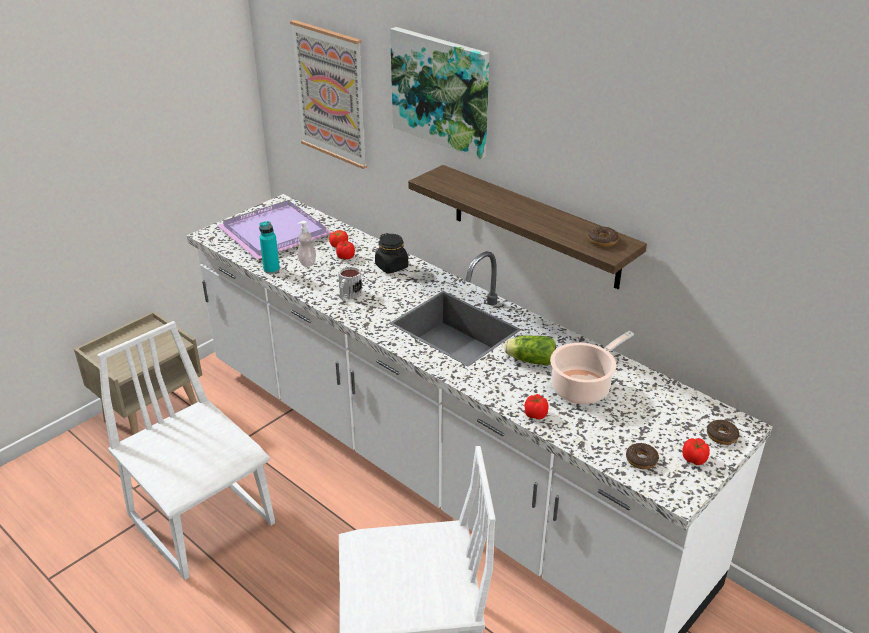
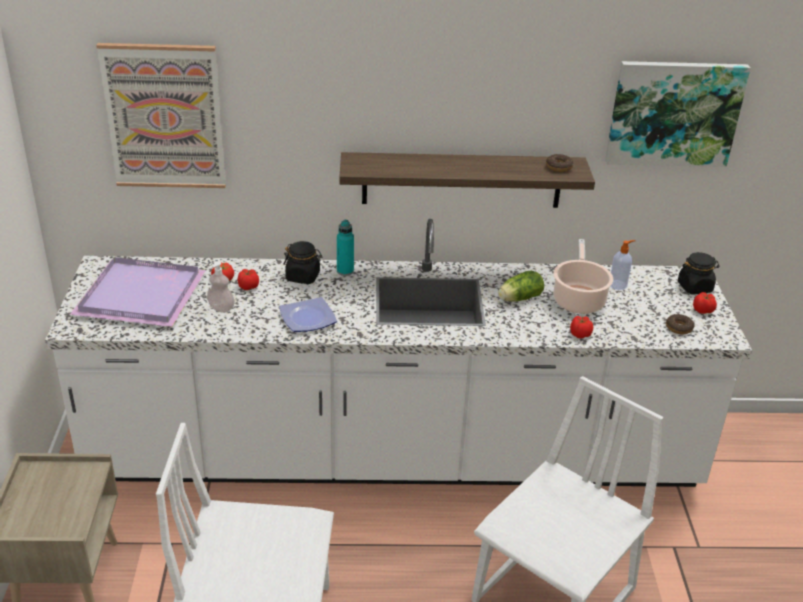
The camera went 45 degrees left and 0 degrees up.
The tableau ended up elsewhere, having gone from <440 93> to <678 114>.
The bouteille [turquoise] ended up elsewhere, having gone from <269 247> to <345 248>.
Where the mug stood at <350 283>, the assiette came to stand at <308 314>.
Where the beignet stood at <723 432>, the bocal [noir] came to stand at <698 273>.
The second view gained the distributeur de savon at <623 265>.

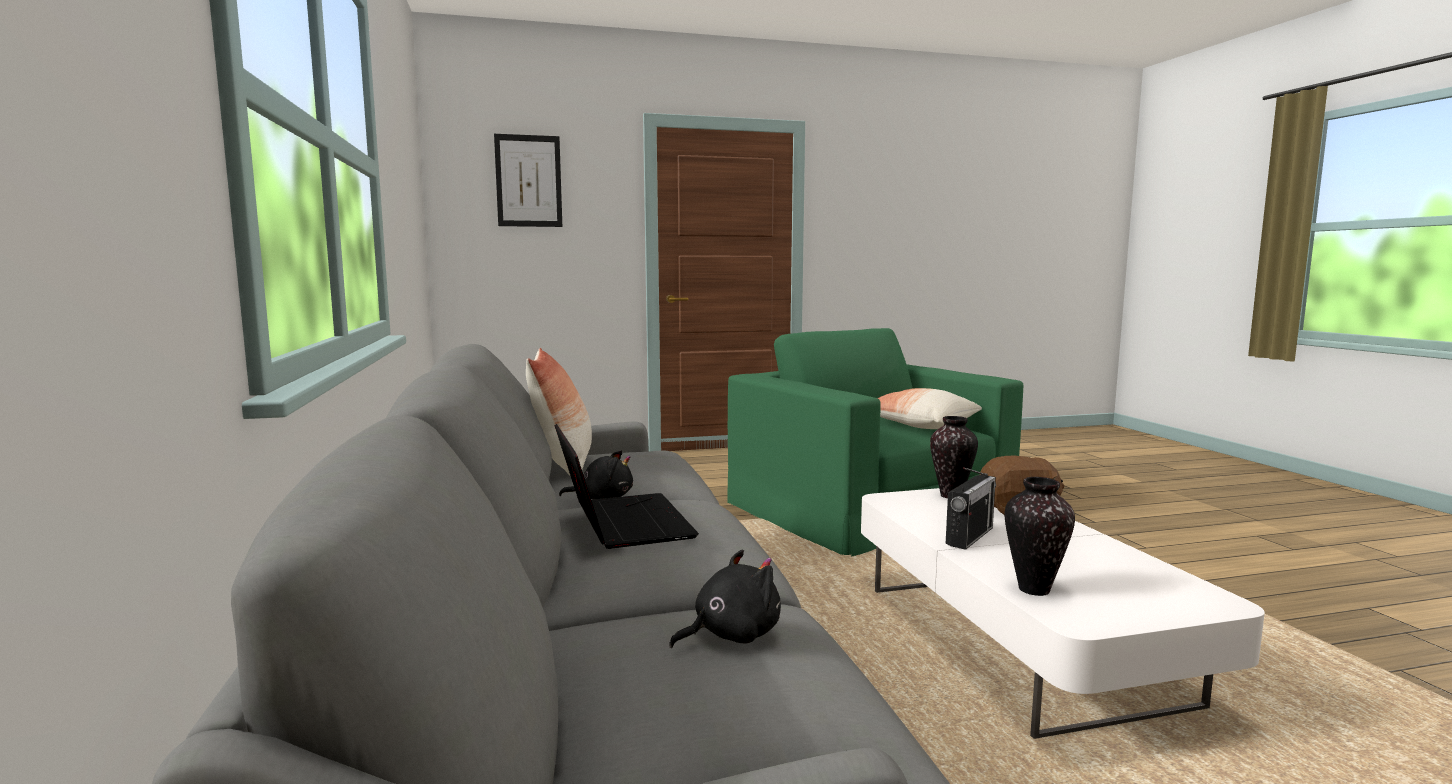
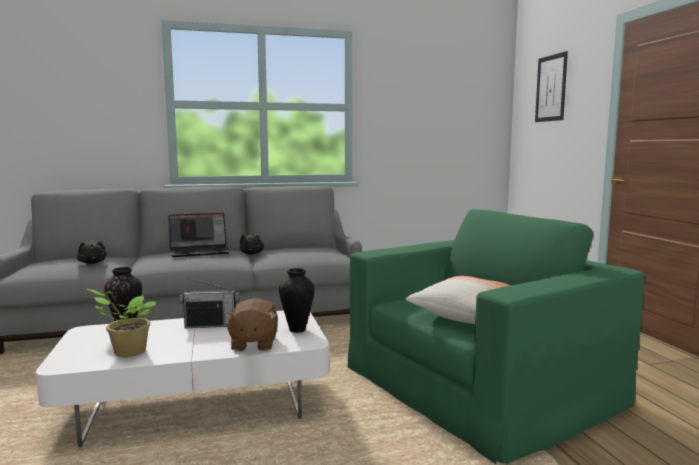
The camera went 90 degrees right and 0 degrees up.
The second view lost the coussin at <559 412>.
The radio at <971 508> ended up facing another way, 45 degrees counterclockwise from before.
The second view gained the plante en pot at <121 323>.

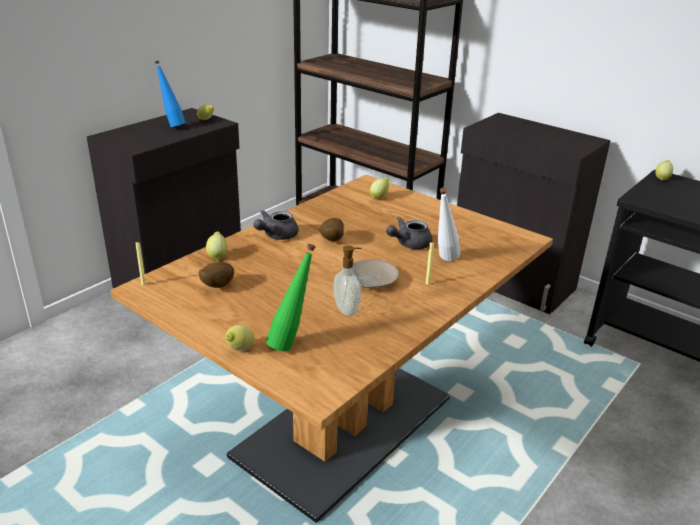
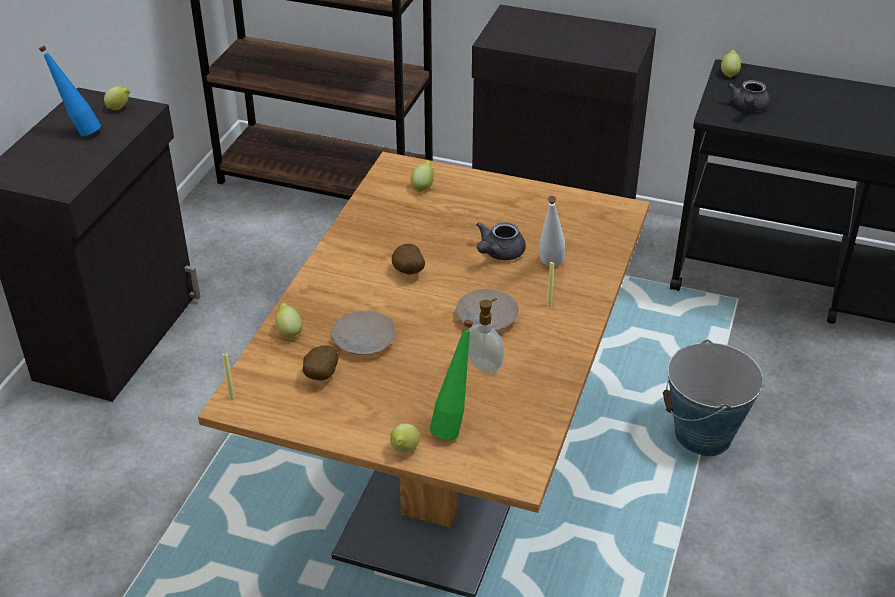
The camera went 20 degrees left and 10 degrees up.
The théière [gris] ended up elsewhere, having gone from <276 225> to <748 95>.
The second view gained the assiette [beige] at <364 333>.
The second view gained the seau at <713 398>.

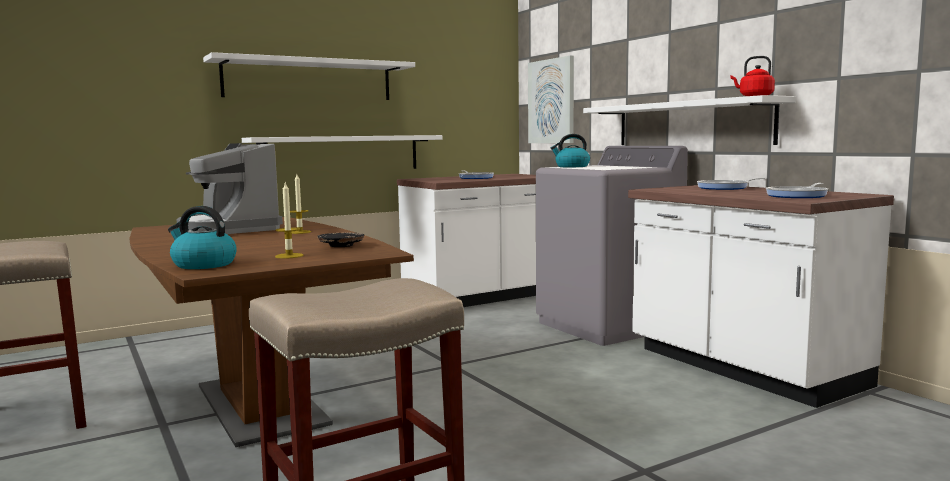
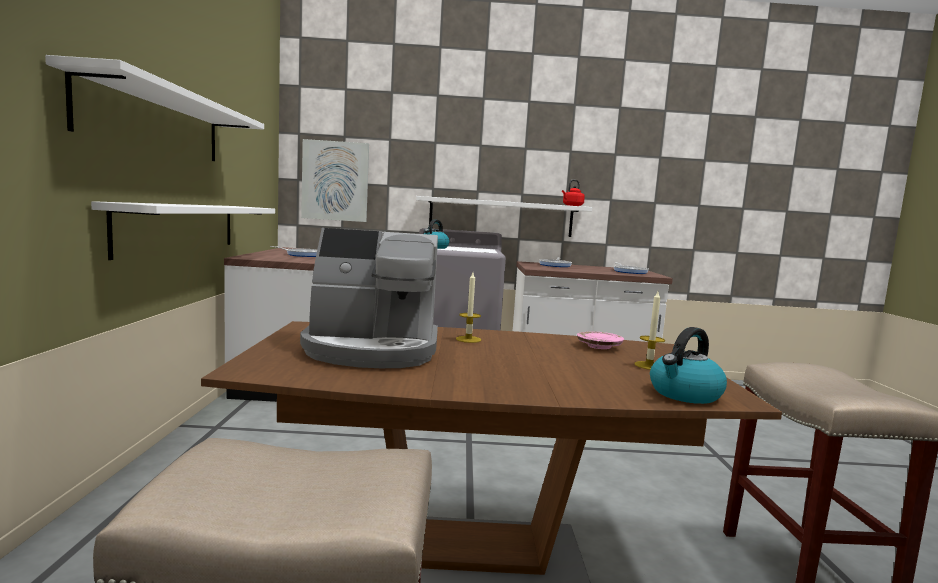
The camera went 60 degrees left and 0 degrees up.
What was the assiette [noir] at <340 239> turned into the assiette [rose] at <600 340>.

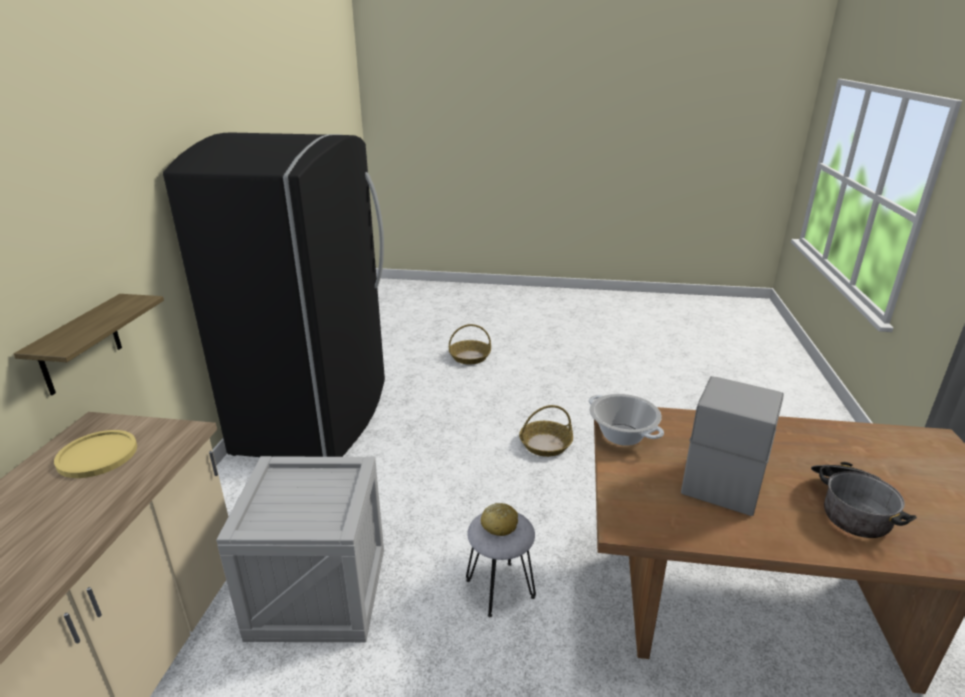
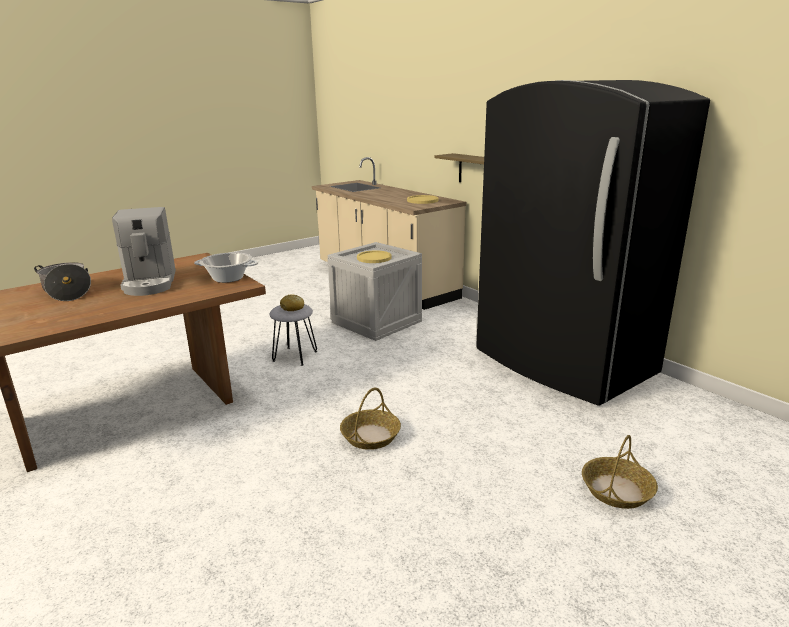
The camera went 135 degrees right and 5 degrees down.
The second view gained the assiette [jaune] at <374 256>.

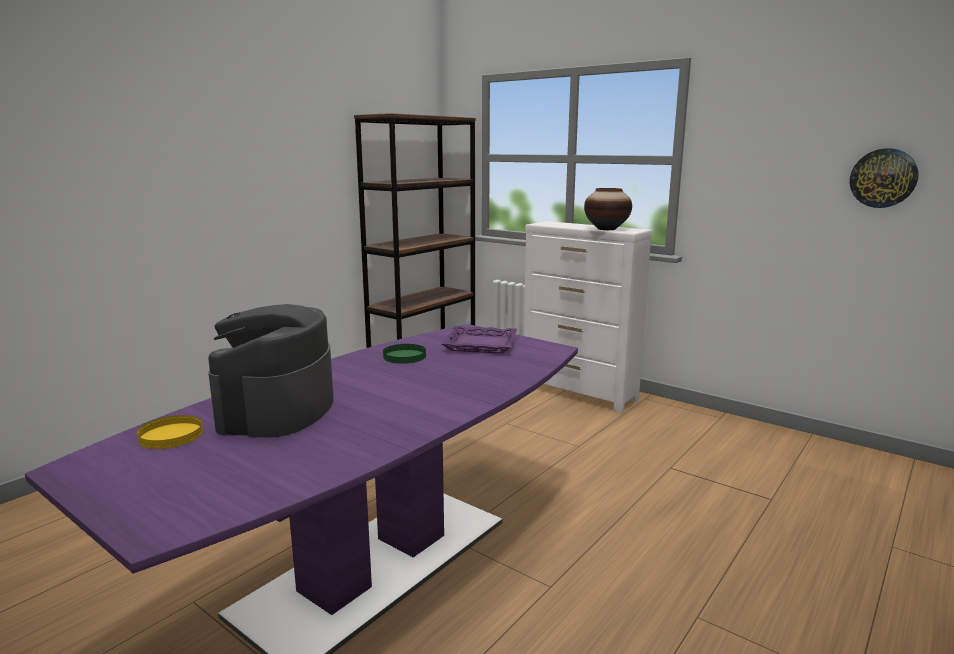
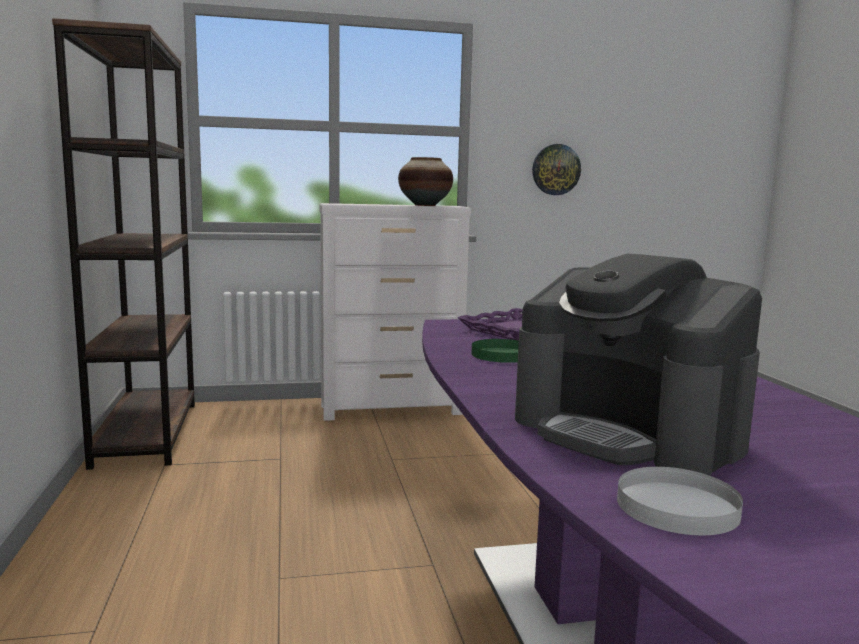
The camera went 50 degrees left and 5 degrees down.
The horloge murale ended up elsewhere, having gone from <884 178> to <556 169>.
What was the assiette [jaune] at <170 432> turned into the assiette [blanc] at <680 501>.

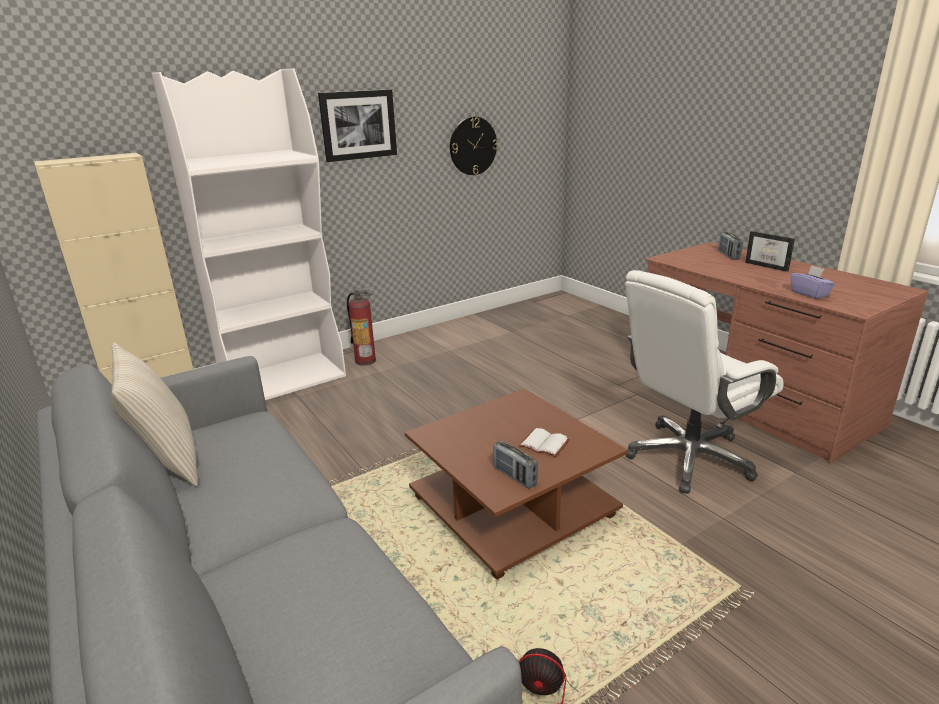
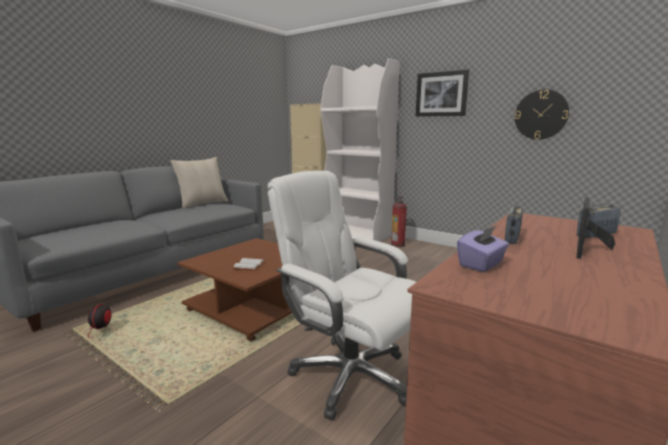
The camera went 70 degrees right and 10 degrees down.
The radio ended up elsewhere, having gone from <515 465> to <514 224>.

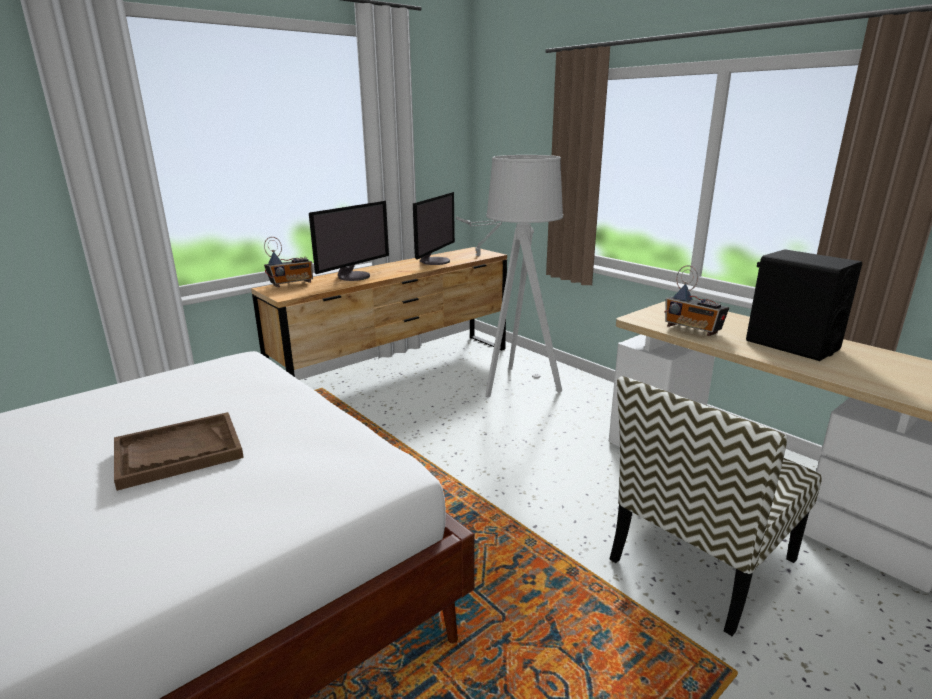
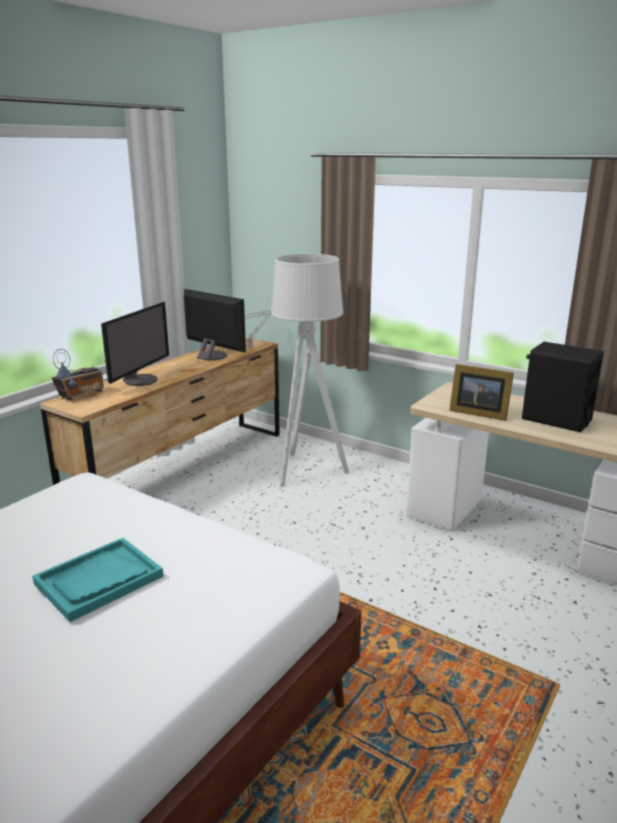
The camera went 15 degrees left and 0 degrees up.
The écran d'ordinateur at <434 228> ended up facing another way, 60 degrees counterclockwise from before.
Where the radio stood at <696 300>, the cadre photo came to stand at <481 392>.
The second view lost the chaise at <716 506>.
What was the plateau [marron] at <179 451> turned into the plateau [turquoise] at <97 580>.

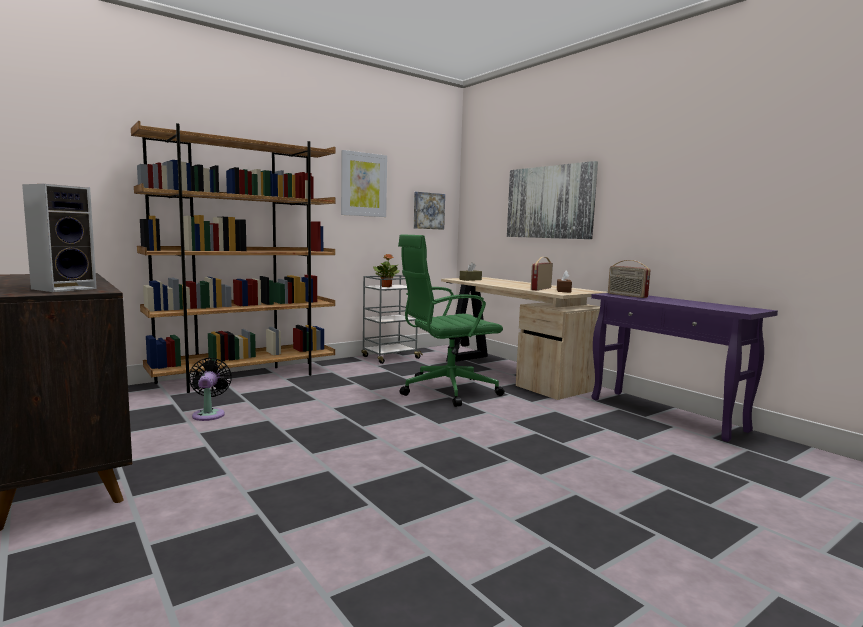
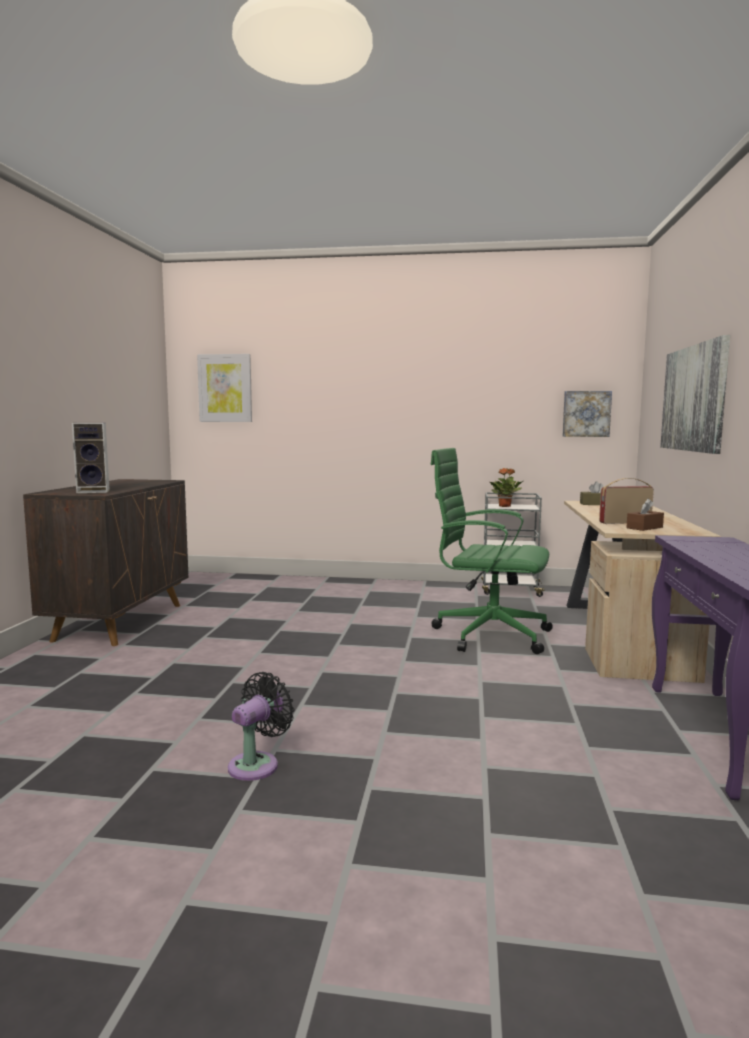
The camera went 45 degrees right and 0 degrees up.
The second view lost the bibliothèque [marron] at <233 257>.
The tableau ended up elsewhere, having gone from <364 183> to <224 388>.
The second view lost the radio at <629 279>.
The ventilateur [noir] ended up elsewhere, having gone from <210 389> to <261 726>.

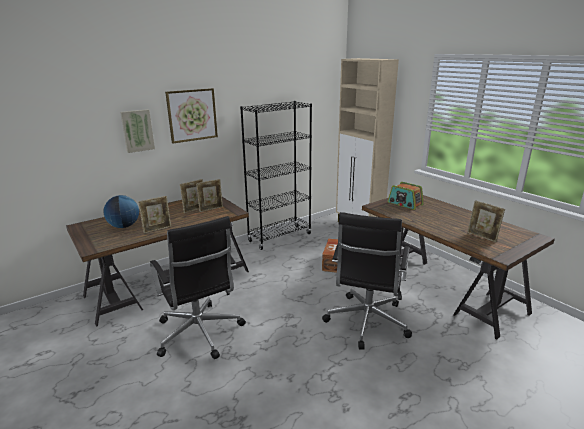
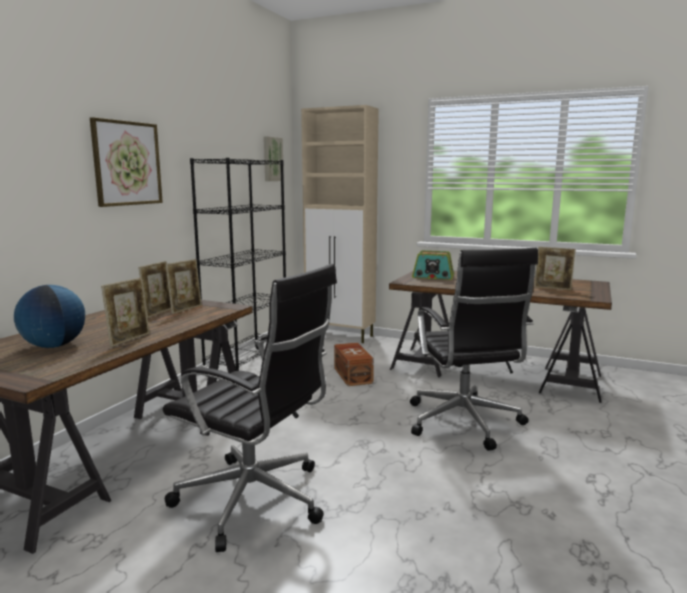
The camera went 30 degrees left and 10 degrees down.
The tableau ended up elsewhere, having gone from <137 131> to <274 158>.

